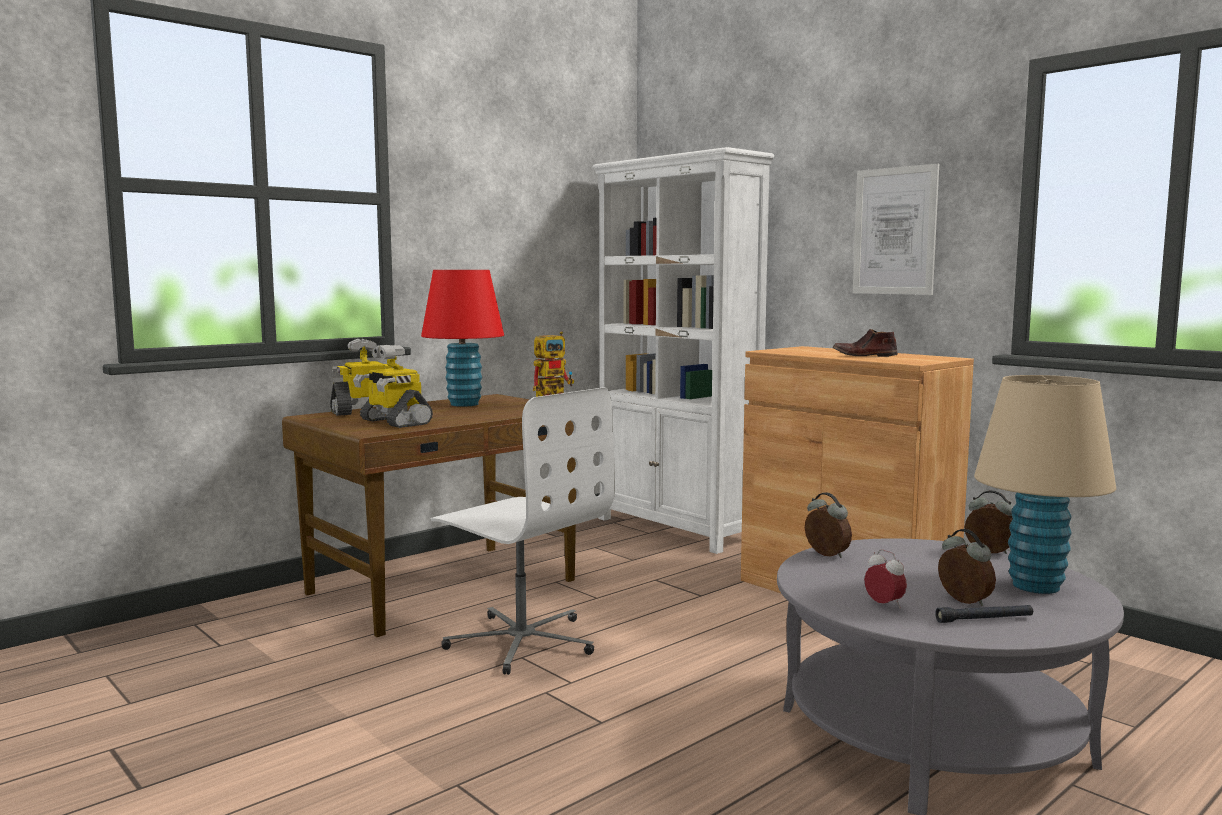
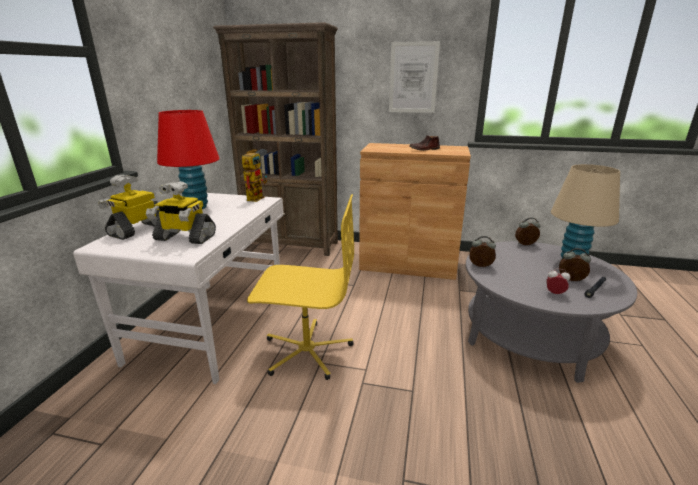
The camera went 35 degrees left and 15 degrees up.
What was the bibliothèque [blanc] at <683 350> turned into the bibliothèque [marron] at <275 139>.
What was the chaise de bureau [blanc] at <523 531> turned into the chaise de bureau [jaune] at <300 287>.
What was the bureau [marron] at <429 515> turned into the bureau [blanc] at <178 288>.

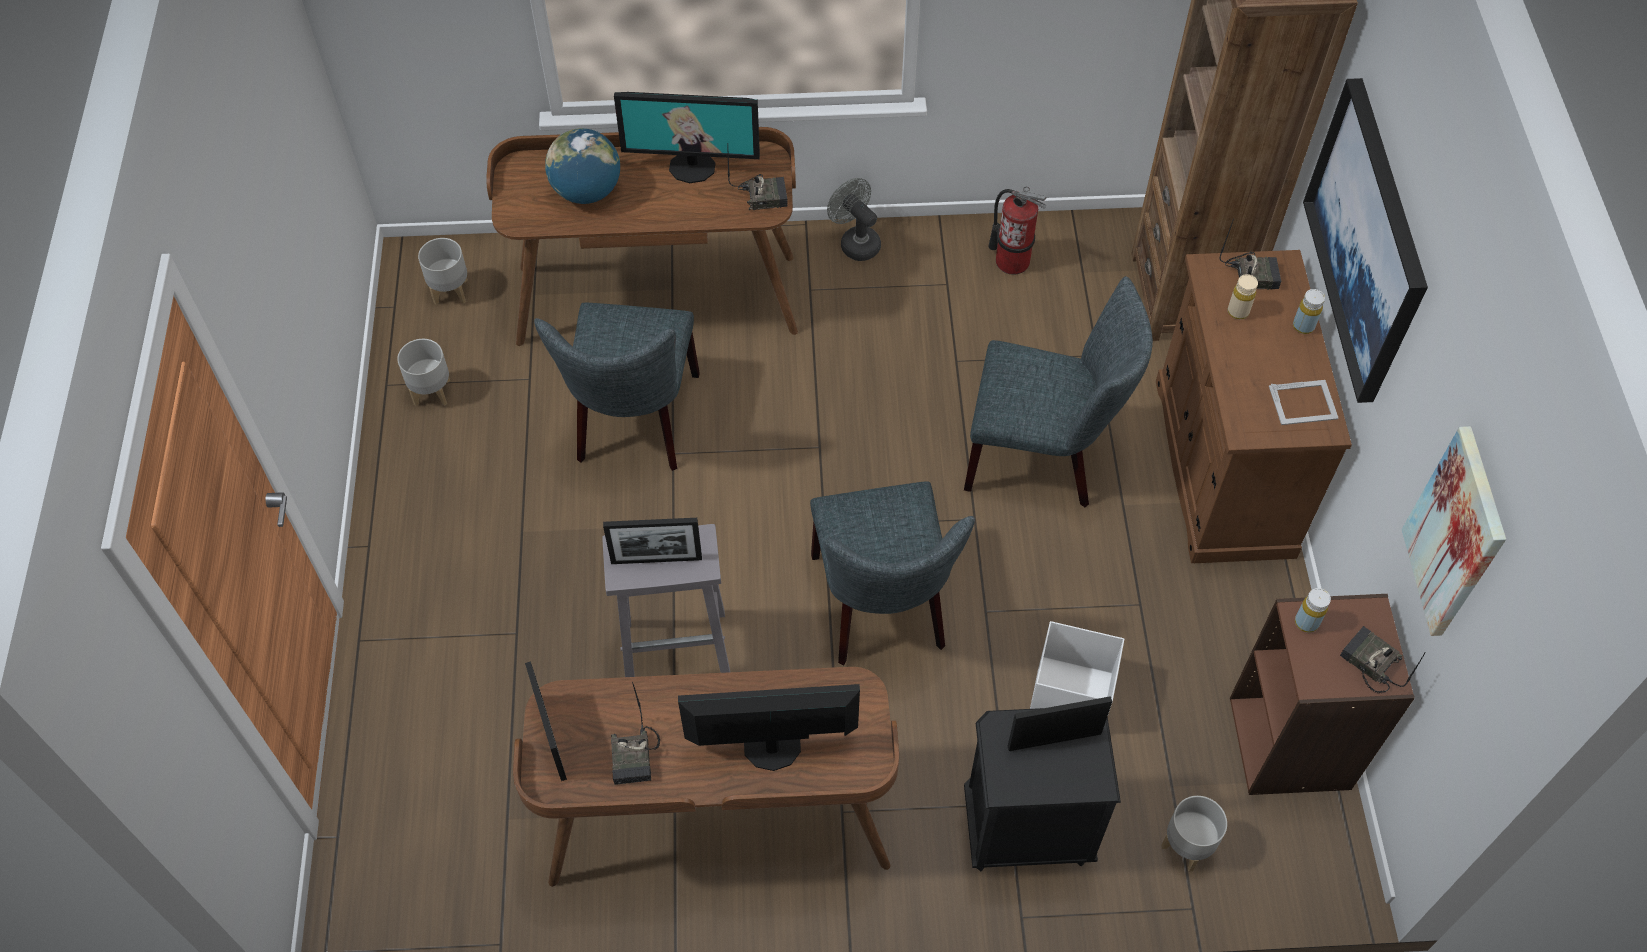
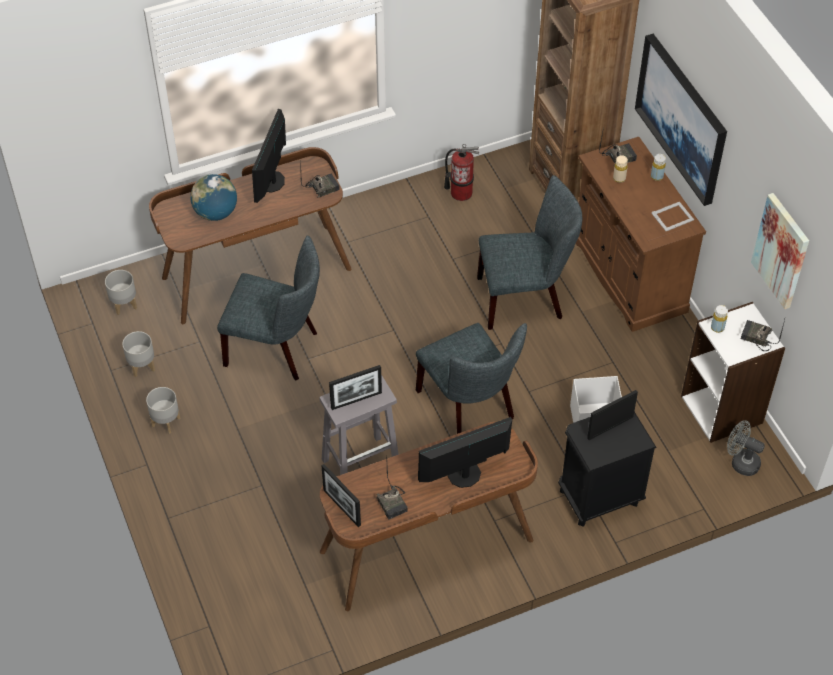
The camera went 20 degrees left and 5 degrees down.
The écran d'ordinateur at <687 137> ended up facing another way, 120 degrees clockwise from before.
The ventilateur [gris] ended up elsewhere, having gone from <854 219> to <746 448>.
The chaise [gris] at <617 387> ended up facing another way, 60 degrees counterclockwise from before.
What was the bibliothèque [marron] at <1322 694> turned into the bibliothèque [blanc] at <733 372>.
The cache-pot [gris] ended up elsewhere, having gone from <1194 834> to <163 410>.

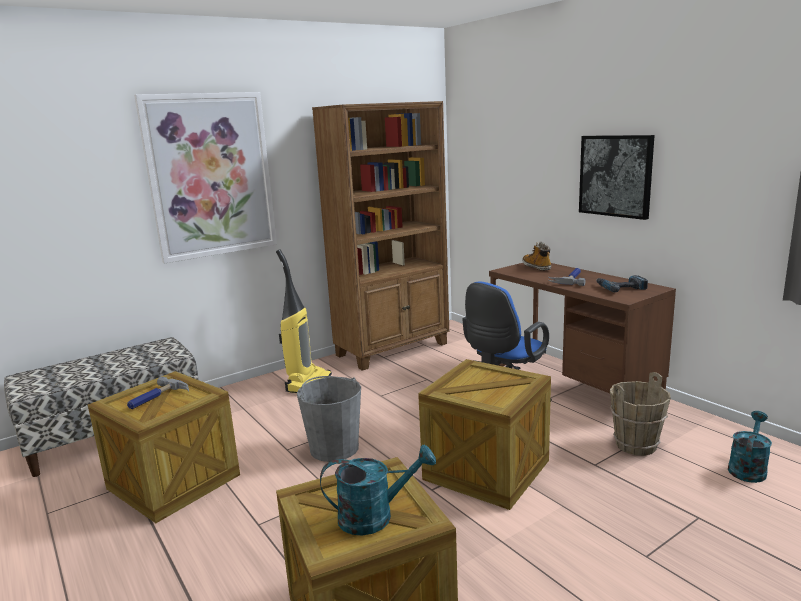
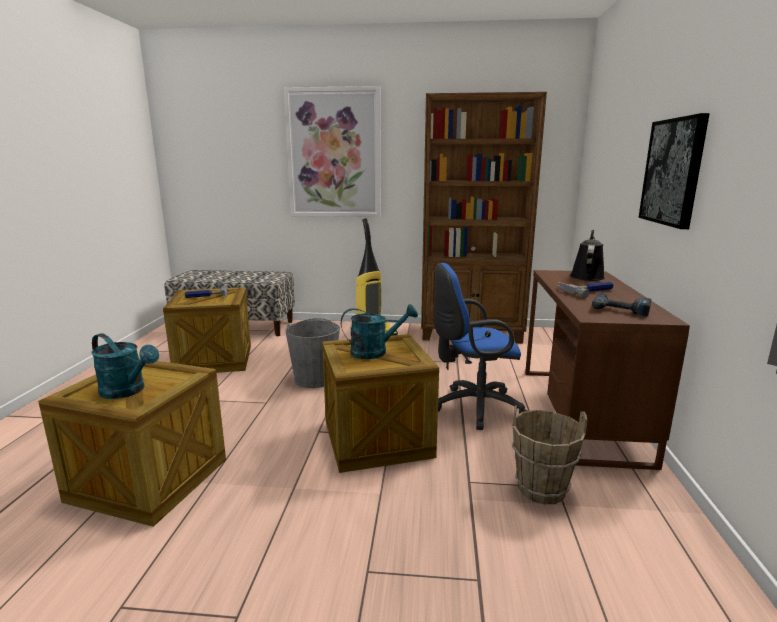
The camera went 40 degrees right and 0 degrees up.
Where the botte stood at <536 256>, the arrosoir [noir] came to stand at <587 255>.
The arrosoir [turquoise] ended up elsewhere, having gone from <750 447> to <379 331>.

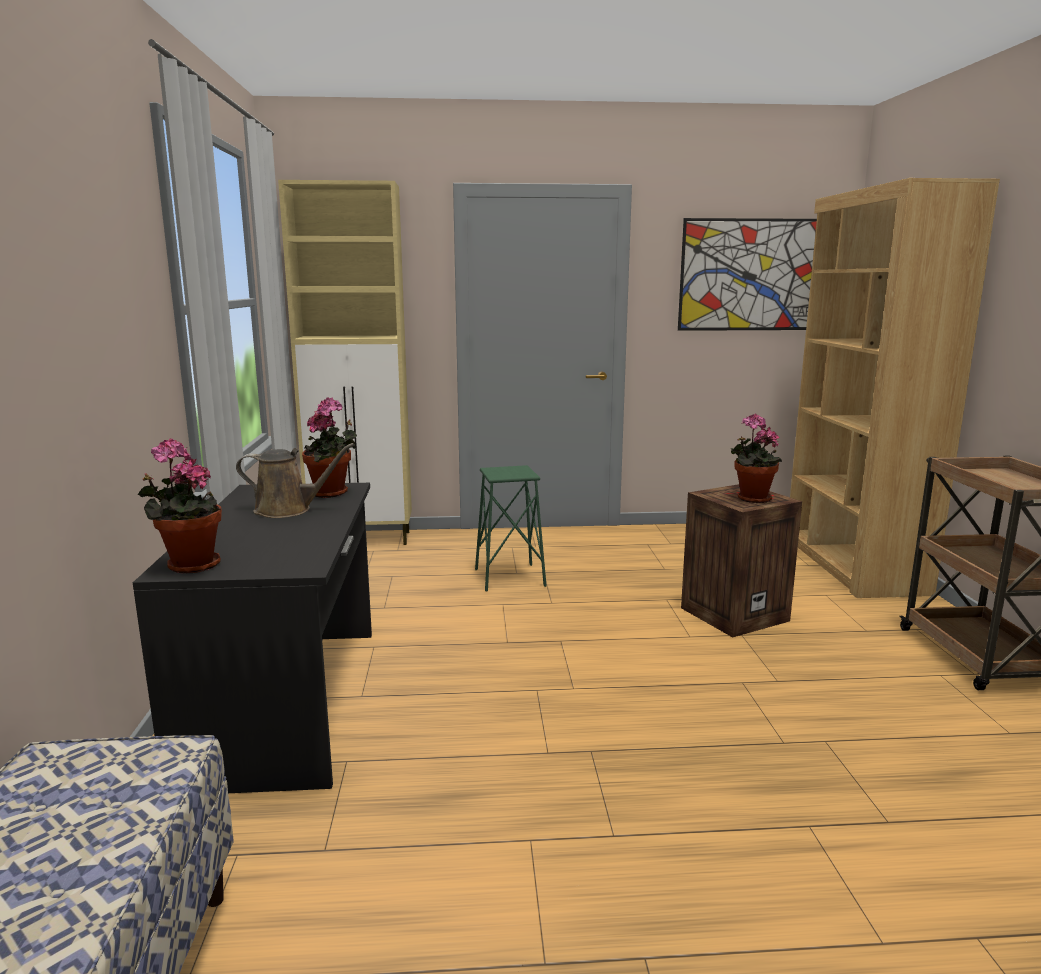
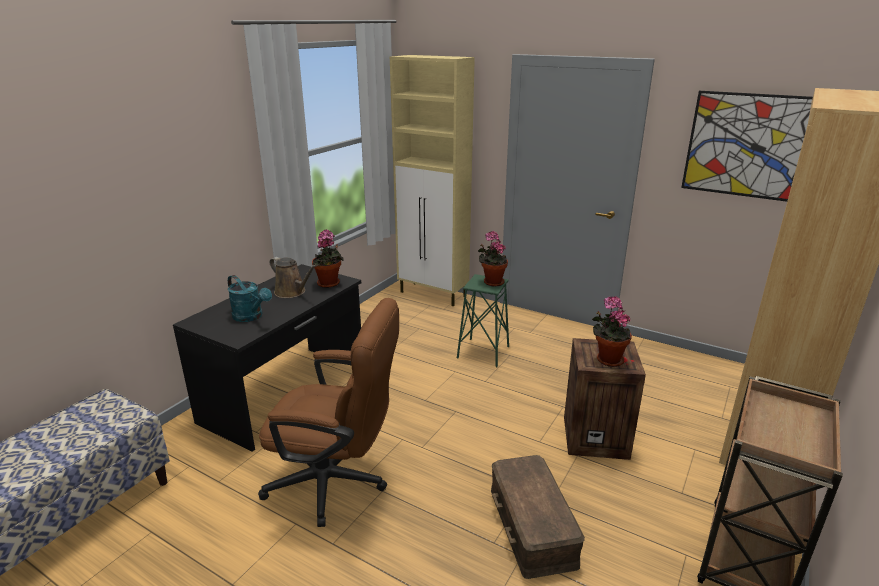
The camera went 35 degrees right and 10 degrees up.
The plante en pot ended up elsewhere, having gone from <180 506> to <493 259>.
The second view gained the arrosoir [turquoise] at <250 298>.
The second view gained the chaise de bureau [marron] at <328 412>.
The second view gained the boîte de rangement [marron] at <538 517>.

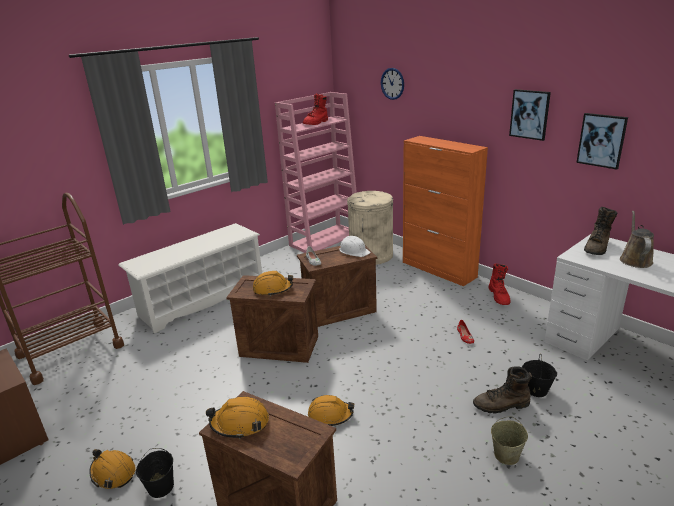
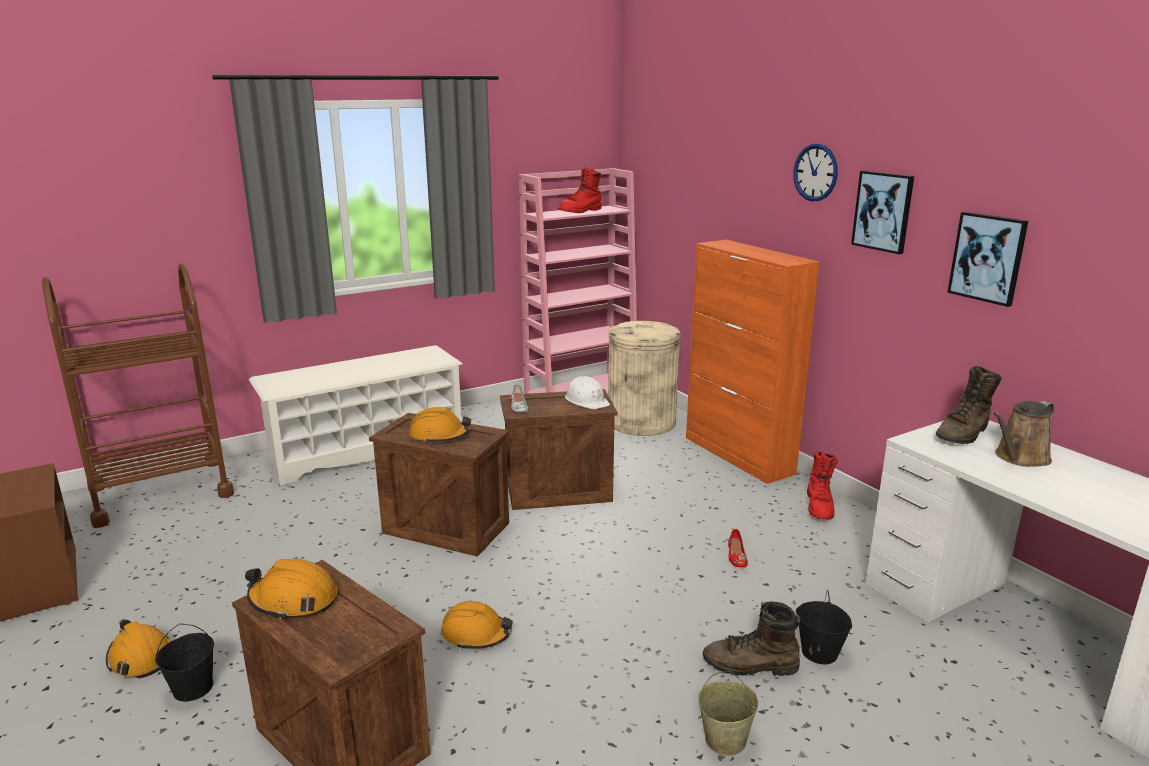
The camera went 10 degrees right and 5 degrees down.
The horloge murale ended up elsewhere, having gone from <392 84> to <815 172>.
The arrosoir [marron] at <637 239> ended up facing another way, 150 degrees counterclockwise from before.

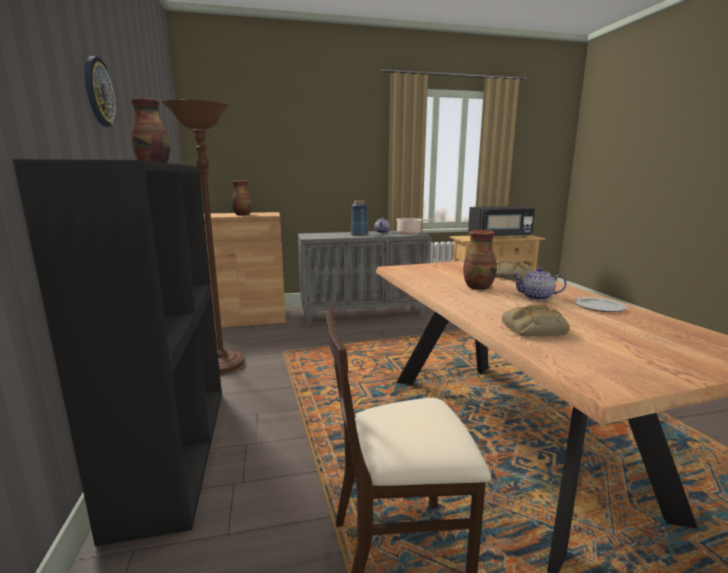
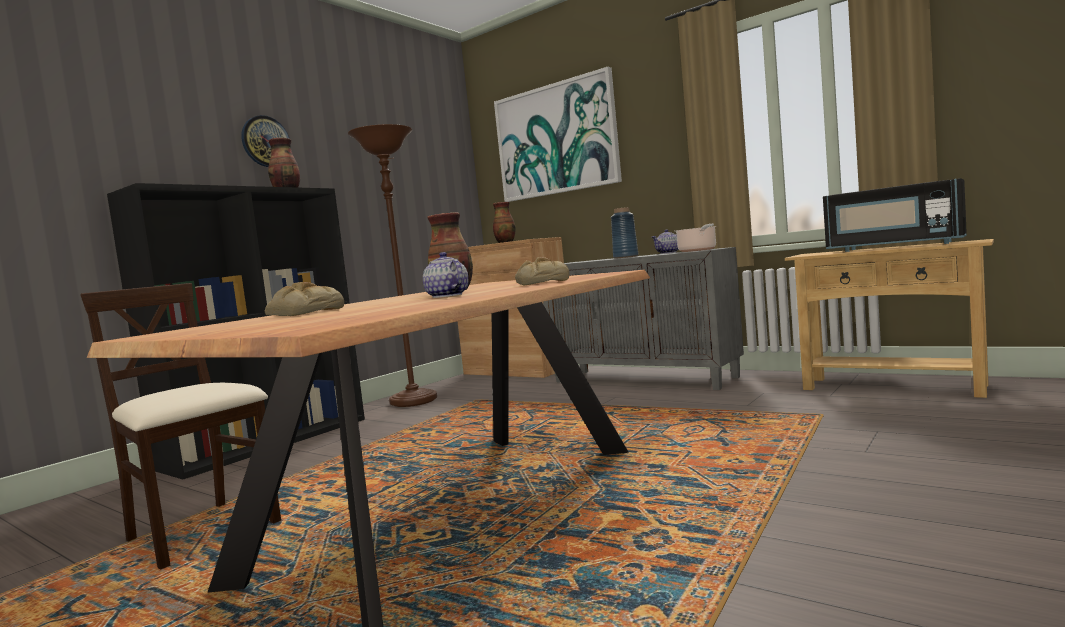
The camera went 50 degrees right and 10 degrees down.
The second view lost the assiette at <600 304>.
The second view gained the tableau at <558 134>.

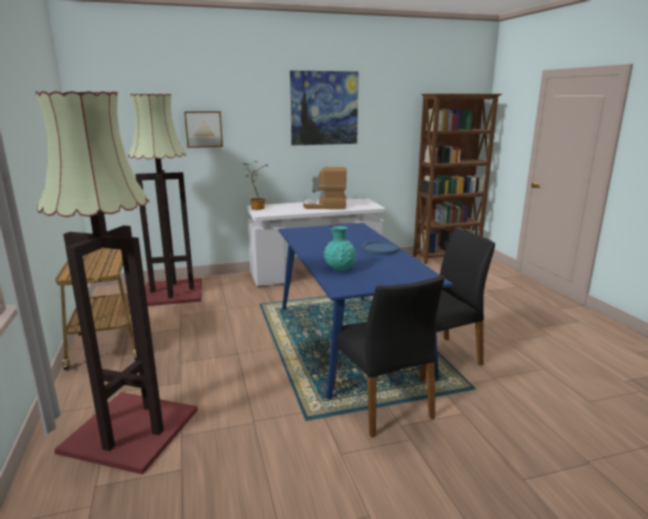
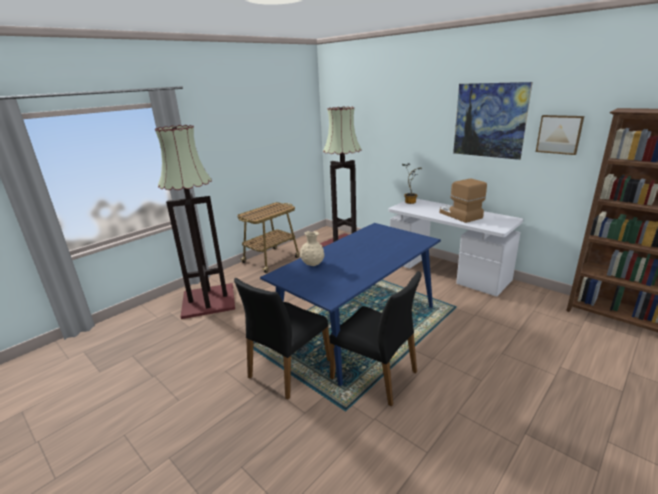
The camera went 60 degrees right and 5 degrees up.
The tableau ended up elsewhere, having gone from <203 129> to <560 135>.
What was the vase [turquoise] at <340 248> turned into the vase [beige] at <312 248>.
The second view lost the assiette [bleu] at <380 248>.

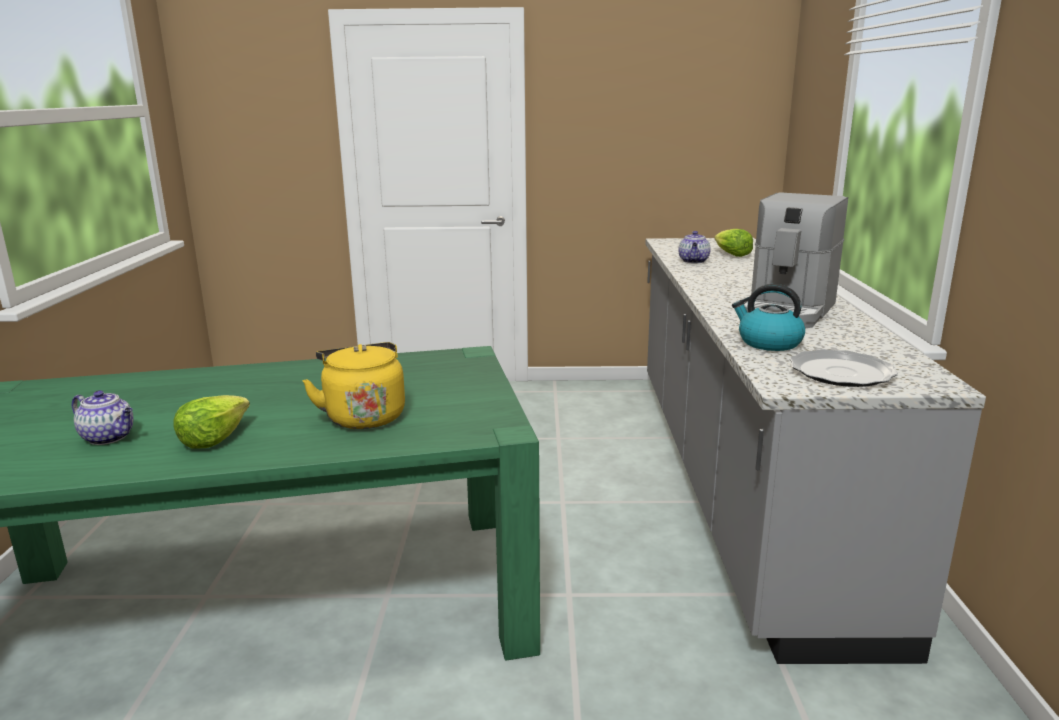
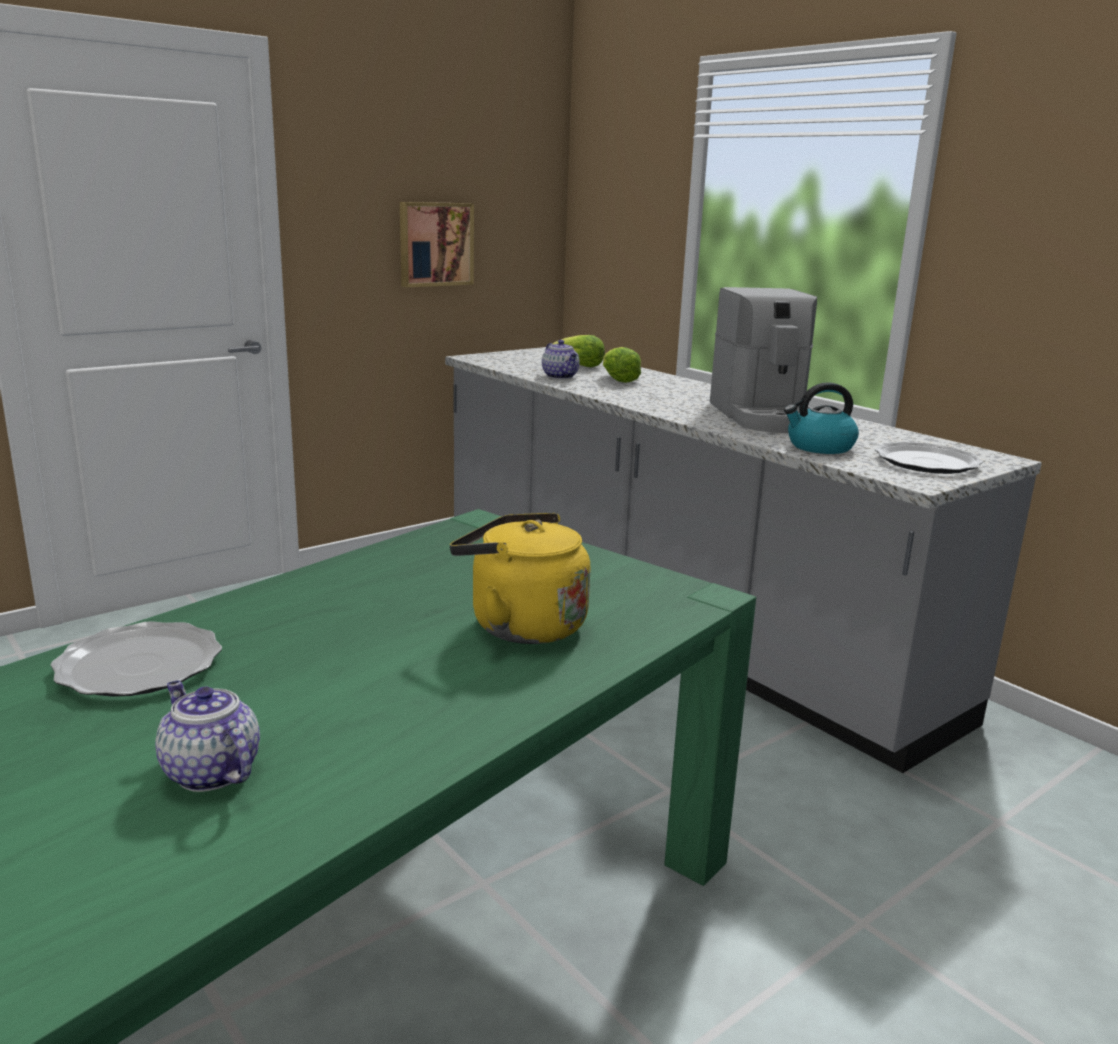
The camera went 40 degrees left and 0 degrees up.
The théière at <102 417> ended up facing another way, 120 degrees counterclockwise from before.
The laitue ended up elsewhere, having gone from <211 422> to <622 365>.
The second view gained the tableau at <437 244>.
The second view gained the assiette at <136 659>.

